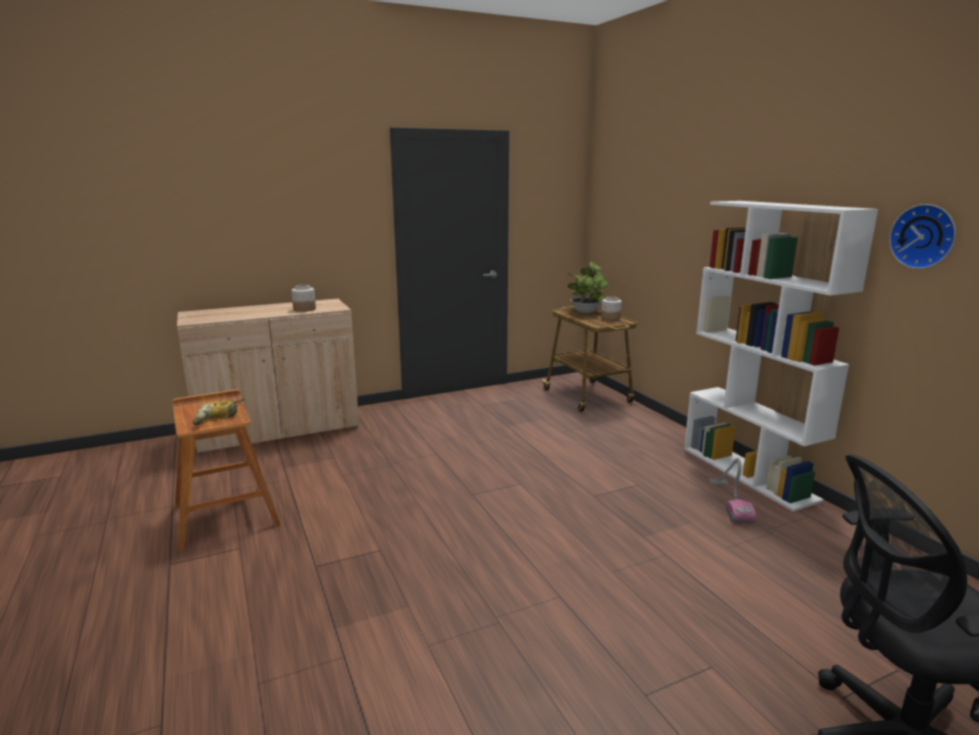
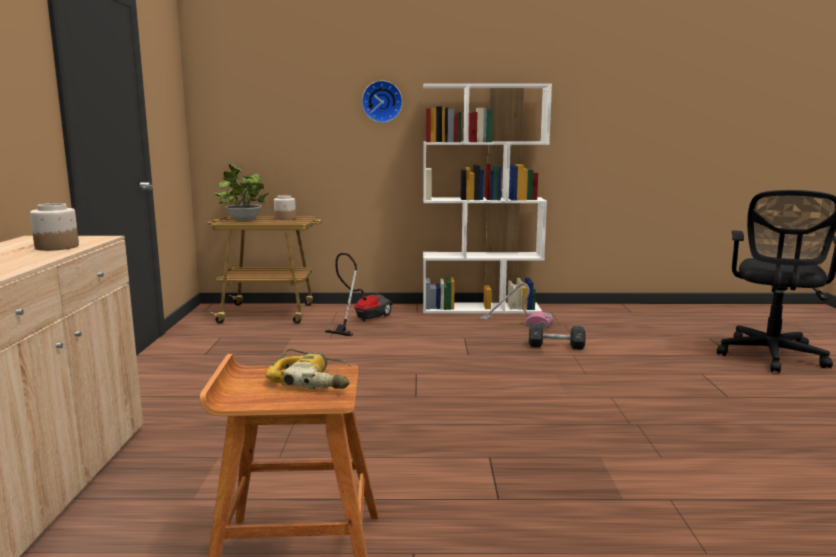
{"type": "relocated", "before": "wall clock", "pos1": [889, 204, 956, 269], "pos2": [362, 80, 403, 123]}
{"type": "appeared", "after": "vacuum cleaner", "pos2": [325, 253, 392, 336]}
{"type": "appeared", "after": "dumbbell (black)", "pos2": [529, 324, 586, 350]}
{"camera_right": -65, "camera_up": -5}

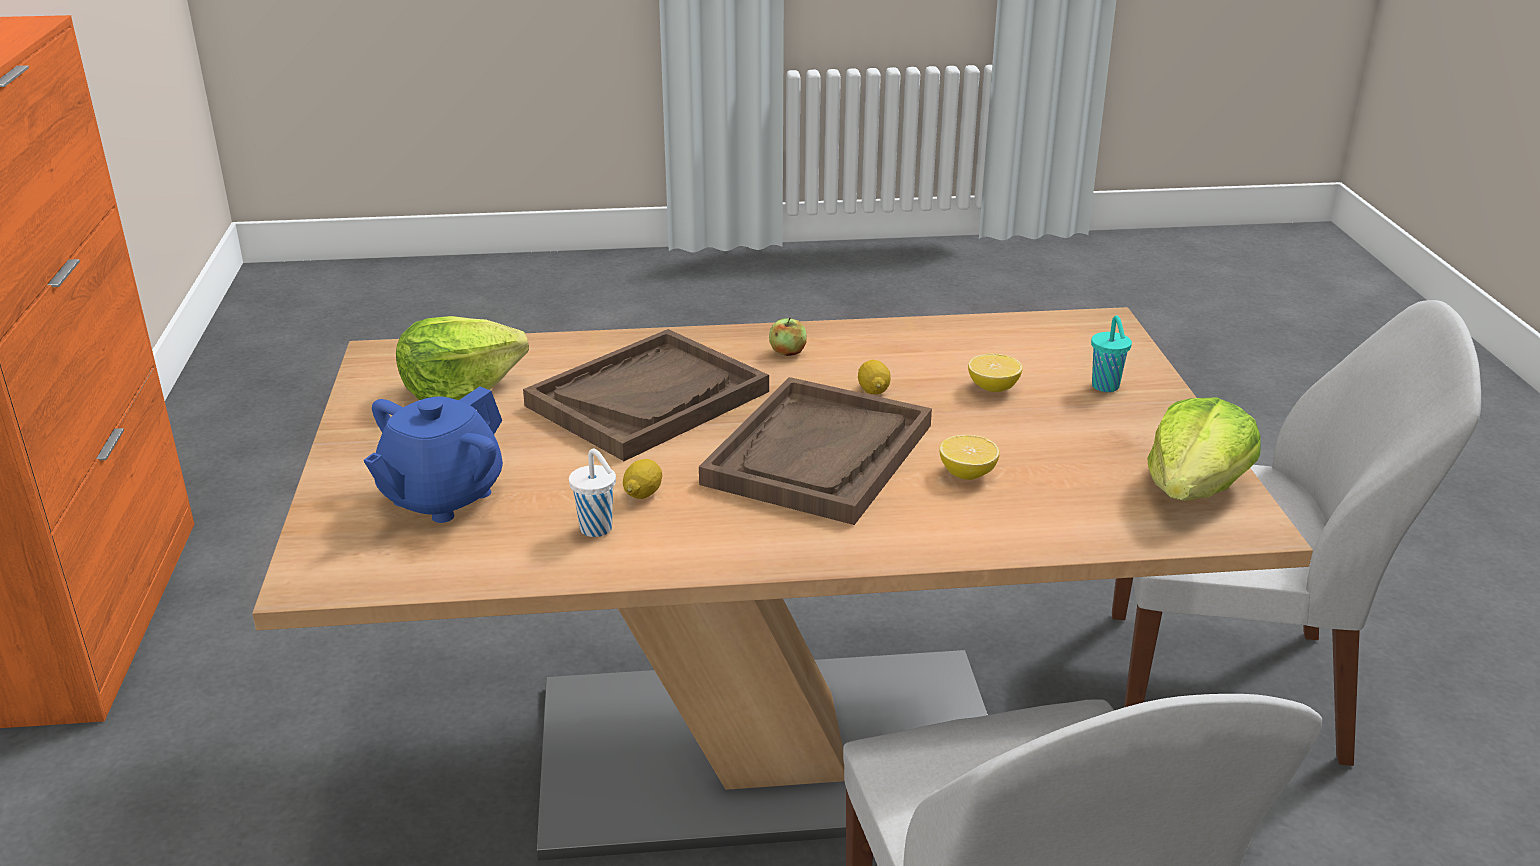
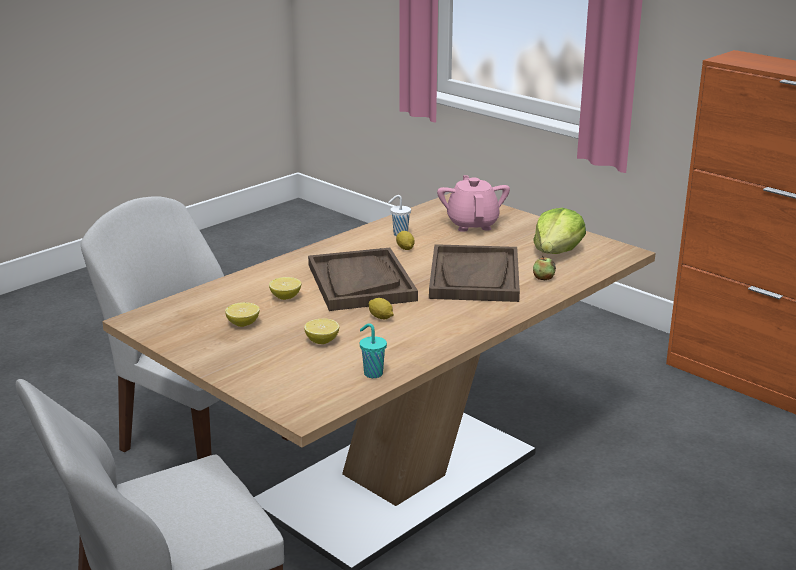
{"type": "relocated", "before": "cup (turquoise)", "pos1": [1091, 315, 1132, 392], "pos2": [360, 323, 387, 378]}
{"type": "relocated", "before": "apple", "pos1": [769, 317, 807, 356], "pos2": [533, 256, 556, 280]}
{"type": "colour", "before": "teapot (blue)", "after": "teapot (pink)", "pos1": [364, 386, 503, 523], "pos2": [437, 175, 510, 232]}
{"type": "missing", "before": "lettuce", "pos1": [1147, 398, 1260, 501]}
{"type": "appeared", "after": "lemon", "pos2": [225, 302, 260, 327]}
{"camera_right": 140, "camera_up": -5}

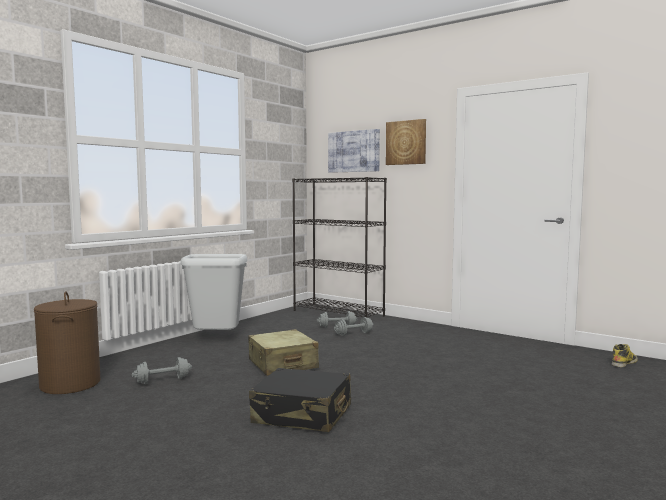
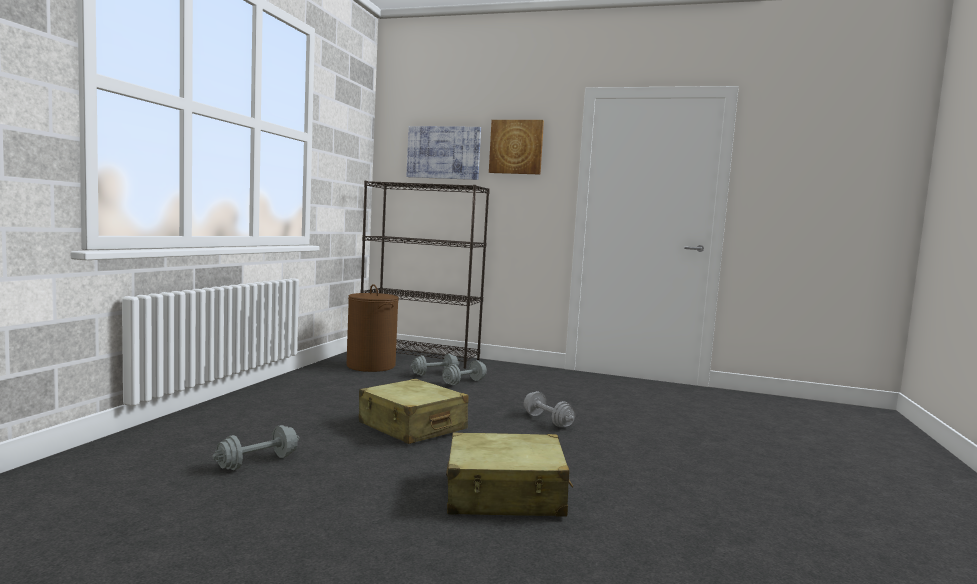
{"type": "missing", "before": "trash can (grey)", "pos1": [180, 254, 247, 330]}
{"type": "relocated", "before": "laundry basket (brown)", "pos1": [34, 291, 101, 394], "pos2": [347, 284, 399, 372]}
{"type": "missing", "before": "boot", "pos1": [612, 344, 638, 367]}
{"type": "colour", "before": "suitcase (black)", "after": "suitcase (beige)", "pos1": [249, 368, 351, 432], "pos2": [446, 432, 573, 516]}
{"type": "appeared", "after": "dumbbell (grey)", "pos2": [524, 391, 575, 427]}
{"camera_right": -20, "camera_up": 0}

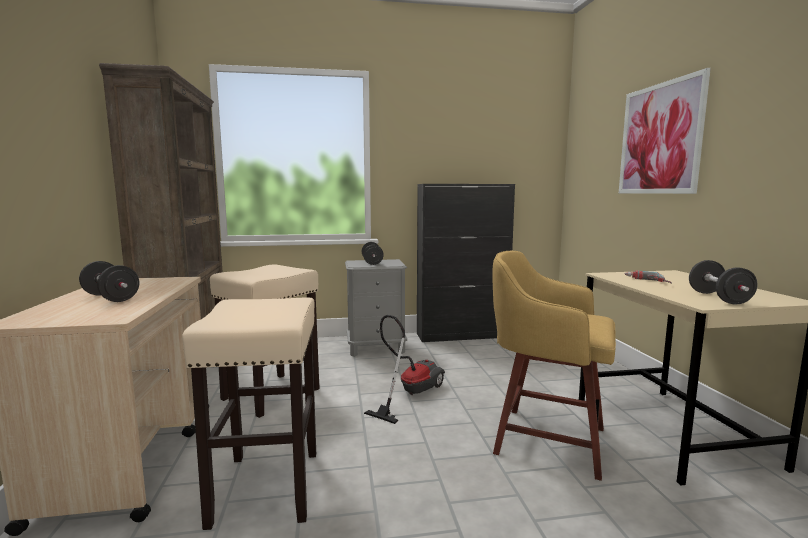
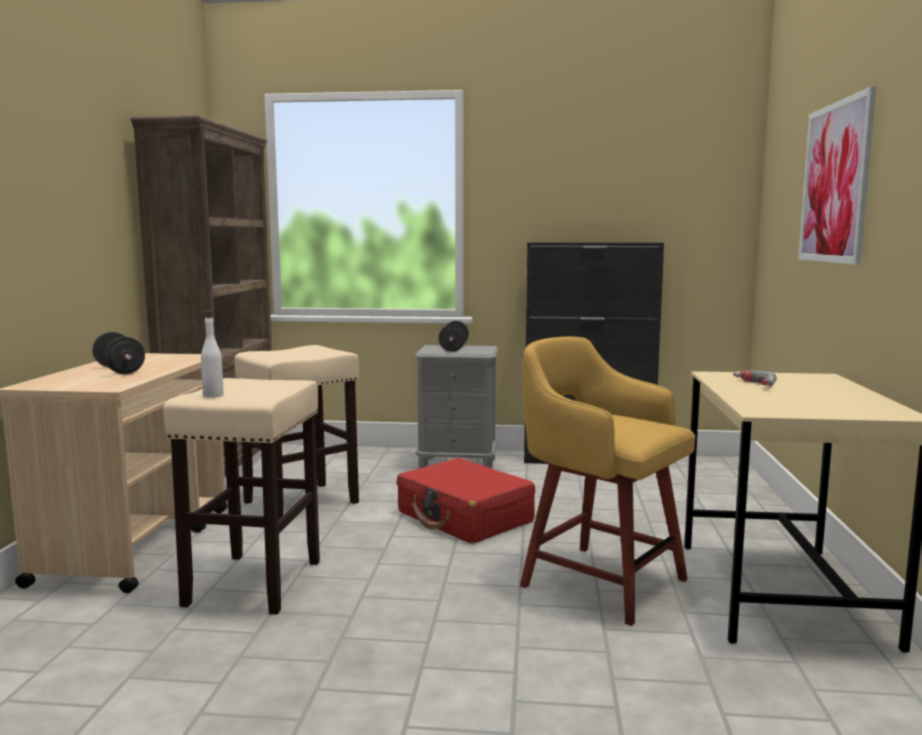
{"type": "missing", "before": "dumbbell (black)", "pos1": [689, 260, 758, 305]}
{"type": "exchanged", "before": "vacuum cleaner", "after": "suitcase (red)", "pos1": [364, 315, 445, 424], "pos2": [397, 458, 535, 544]}
{"type": "appeared", "after": "bottle (white)", "pos2": [201, 310, 224, 398]}
{"camera_right": 15, "camera_up": 0}

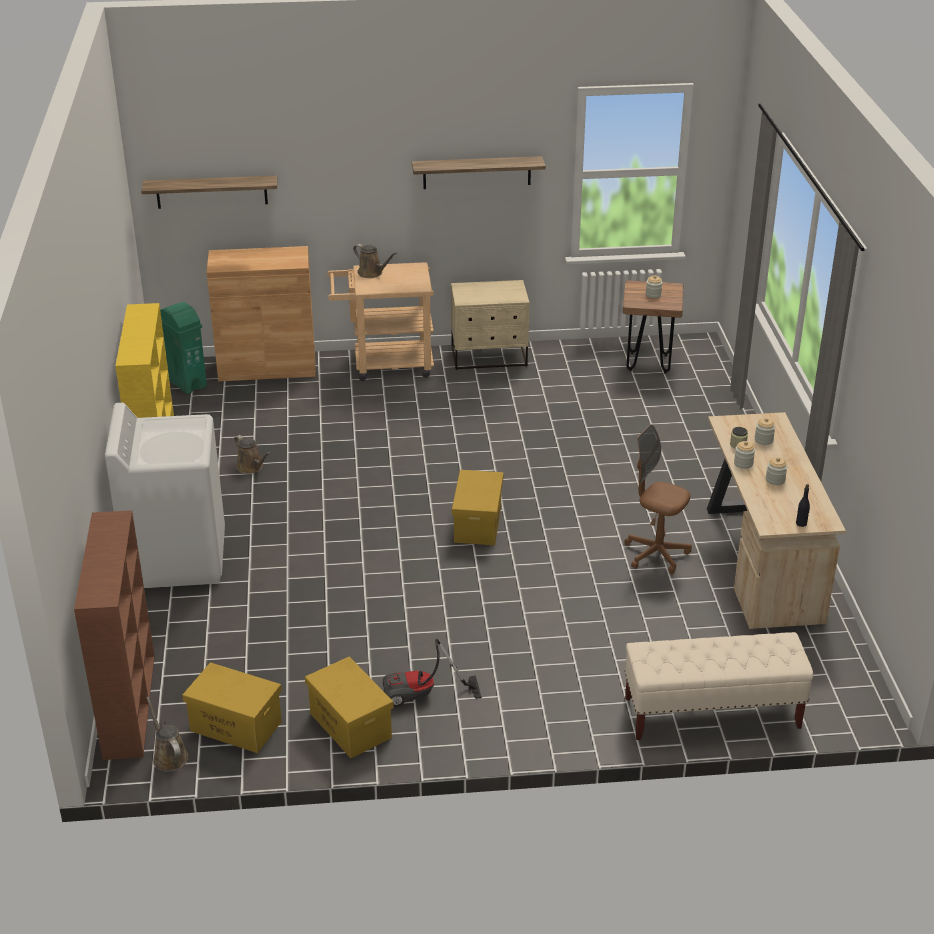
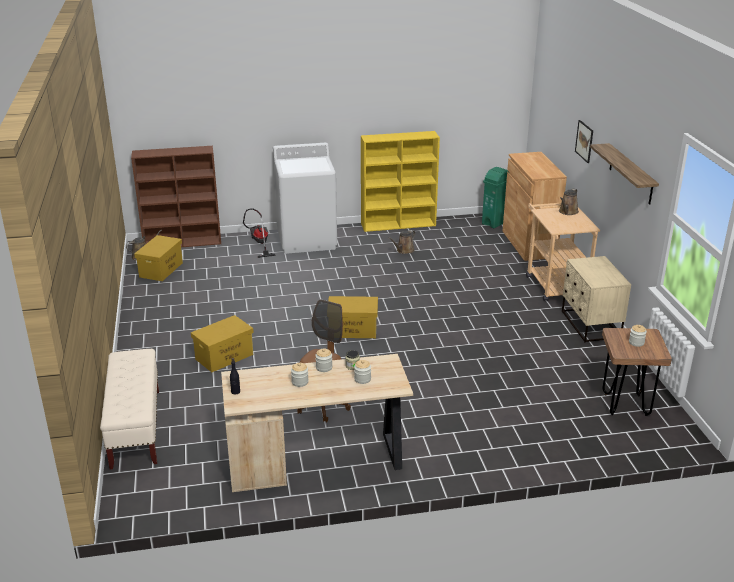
{"type": "missing", "before": "shelf", "pos1": [141, 175, 277, 209]}
{"type": "relocated", "before": "vacuum cleaner", "pos1": [383, 638, 482, 707], "pos2": [243, 209, 276, 258]}
{"type": "relocated", "before": "storage box (yellow)", "pos1": [305, 657, 393, 758], "pos2": [191, 315, 254, 372]}
{"type": "appeared", "after": "picture", "pos2": [575, 120, 593, 163]}
{"camera_right": 85, "camera_up": -5}

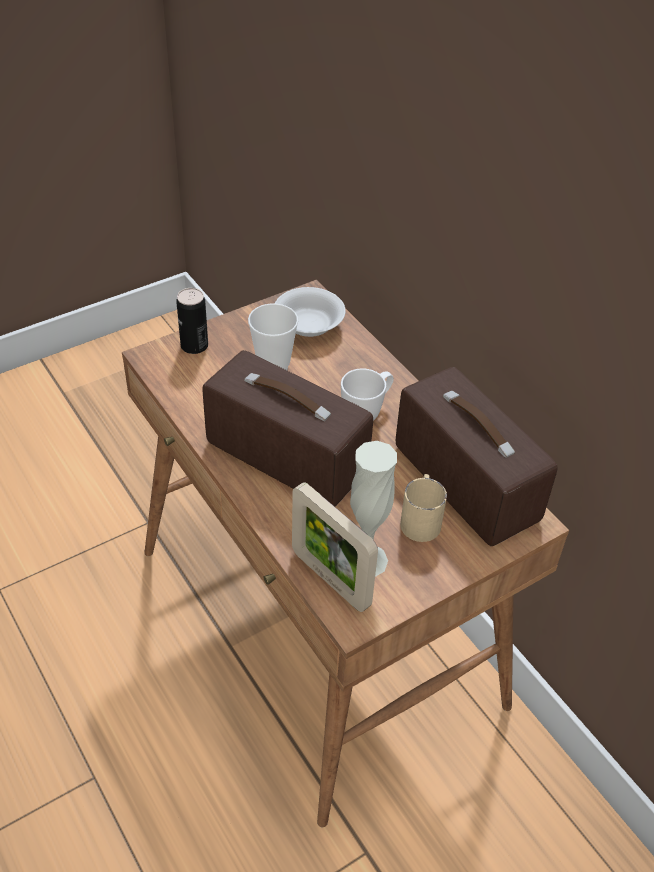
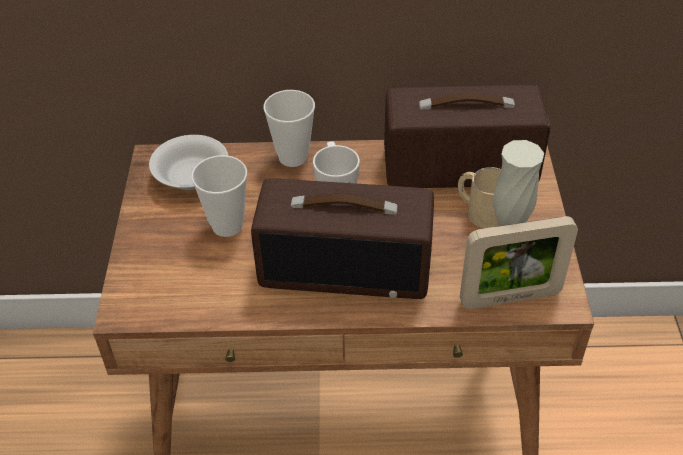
{"type": "missing", "before": "can", "pos1": [176, 288, 208, 354]}
{"type": "spun", "before": "radio", "pos1": [202, 350, 373, 507], "pos2": [251, 178, 434, 299], "turn": -150}
{"type": "appeared", "after": "cup", "pos2": [264, 90, 315, 167]}
{"camera_right": -55, "camera_up": 0}

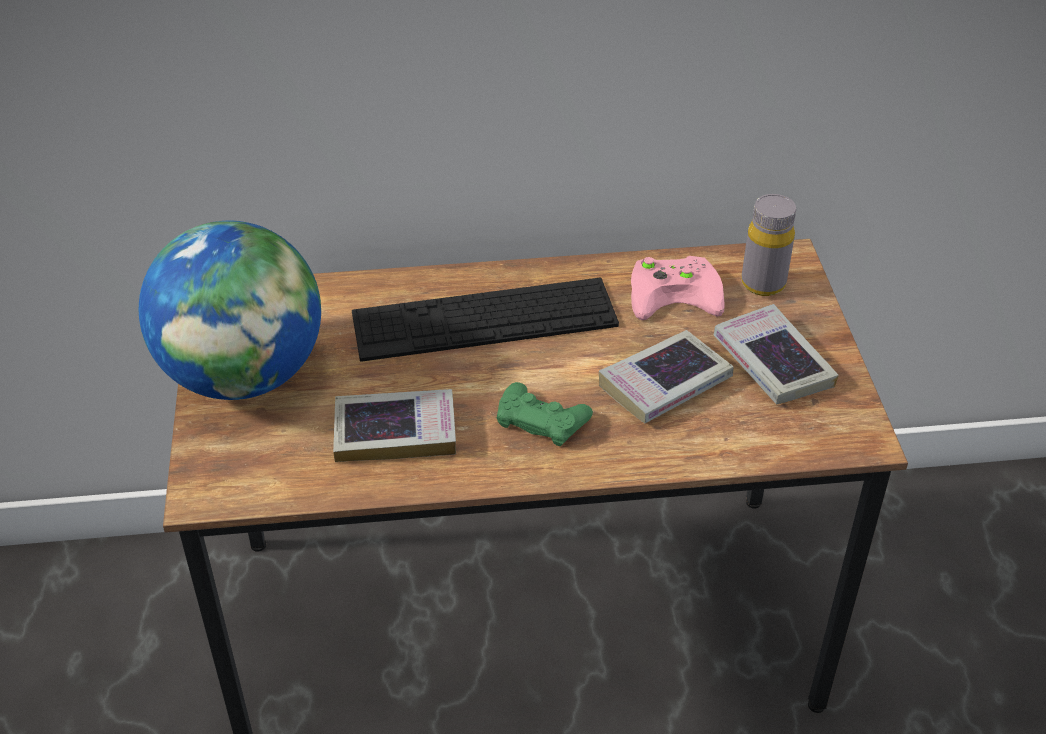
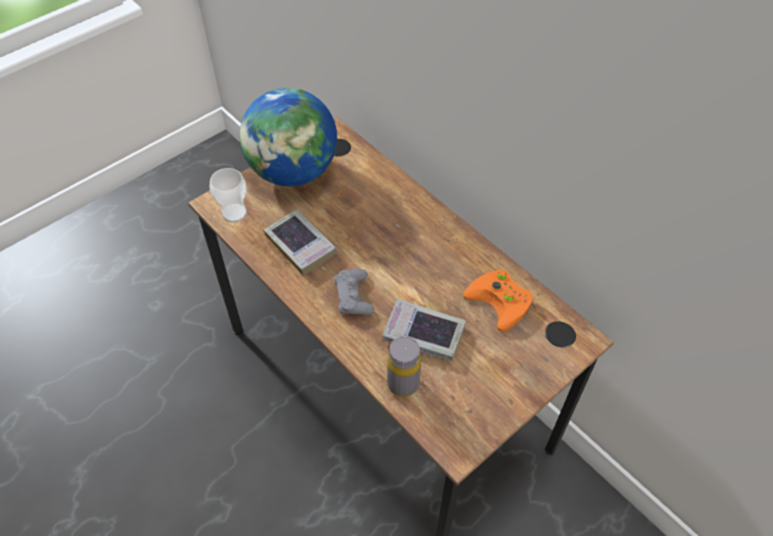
{"type": "relocated", "before": "bottle (grey)", "pos1": [741, 194, 796, 296], "pos2": [387, 336, 421, 397]}
{"type": "colour", "before": "game controller (pink)", "after": "game controller (orange)", "pos1": [631, 256, 724, 320], "pos2": [463, 269, 533, 332]}
{"type": "missing", "before": "keyboard", "pos1": [352, 277, 619, 362]}
{"type": "missing", "before": "book", "pos1": [713, 304, 838, 404]}
{"type": "colour", "before": "game controller (green)", "after": "game controller (grey)", "pos1": [496, 382, 593, 446], "pos2": [334, 269, 374, 315]}
{"type": "appeared", "after": "cup", "pos2": [210, 168, 247, 222]}
{"camera_right": 55, "camera_up": 10}

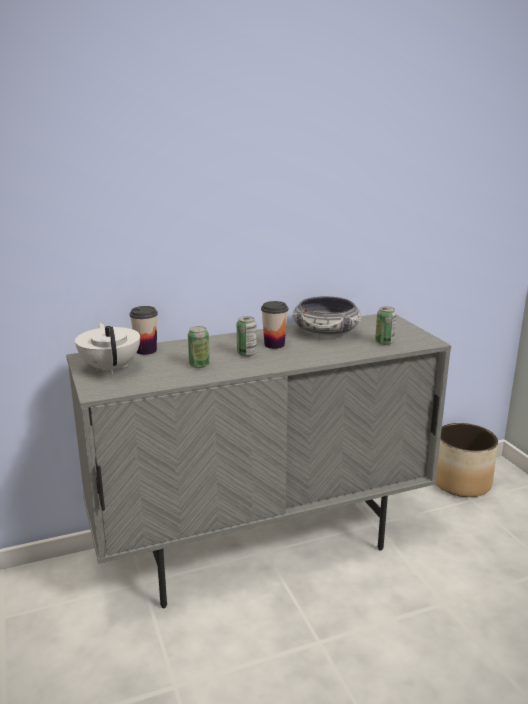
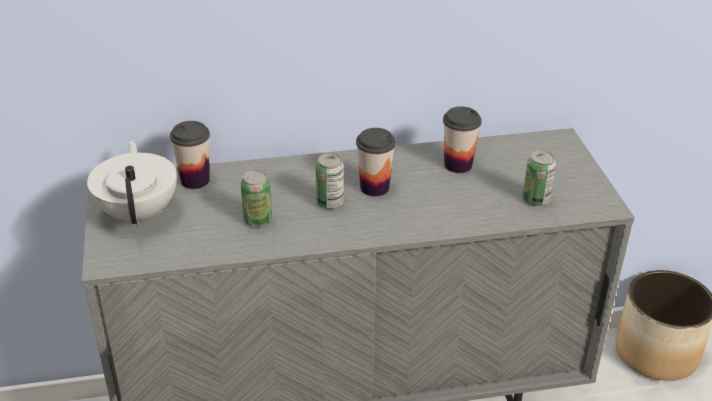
{"type": "exchanged", "before": "bowl", "after": "cup", "pos1": [292, 296, 361, 336], "pos2": [443, 107, 482, 173]}
{"camera_right": 10, "camera_up": 15}

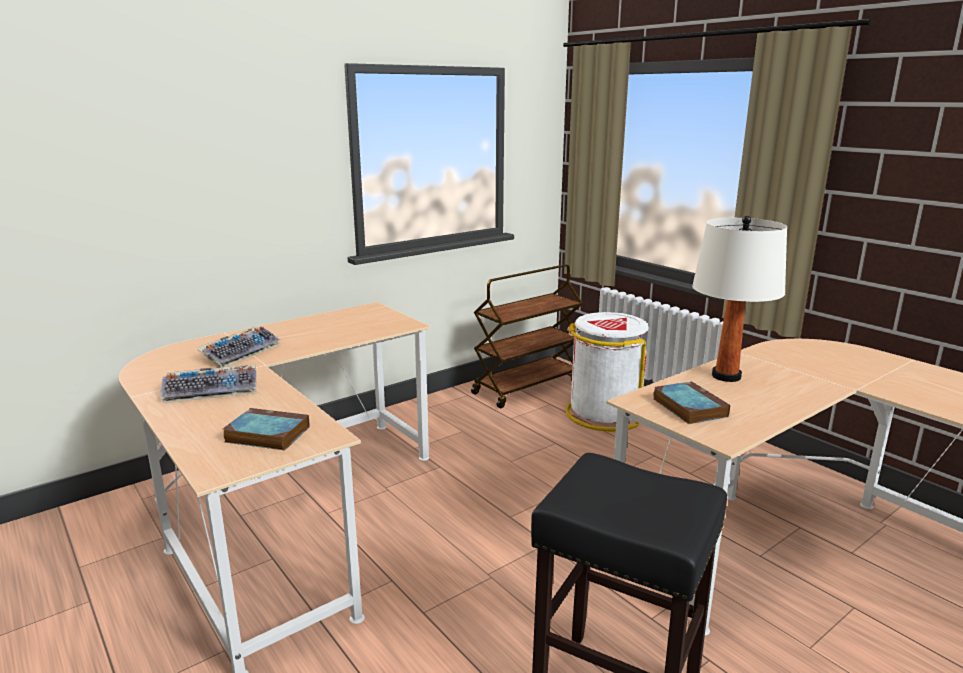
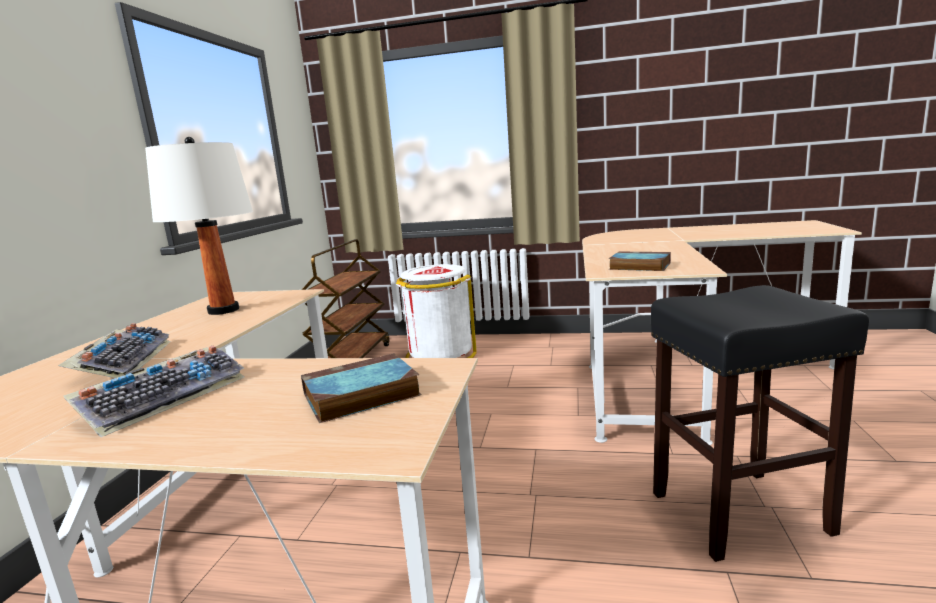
{"type": "relocated", "before": "table lamp (white)", "pos1": [692, 216, 787, 382], "pos2": [145, 137, 253, 315]}
{"camera_right": -40, "camera_up": -5}

